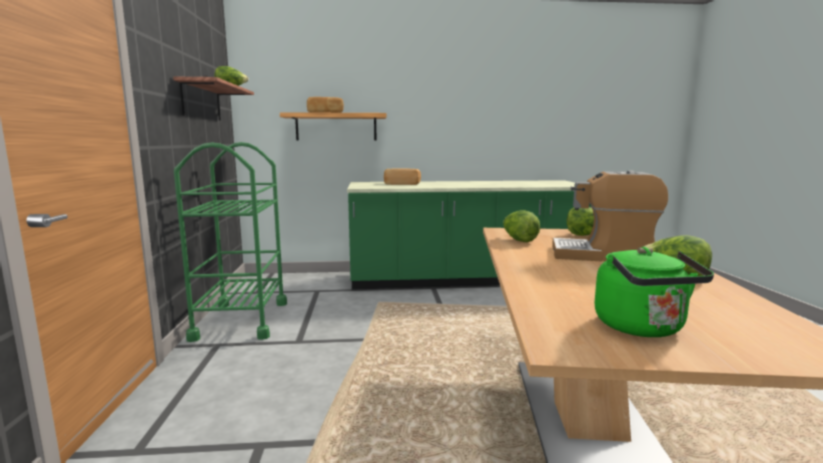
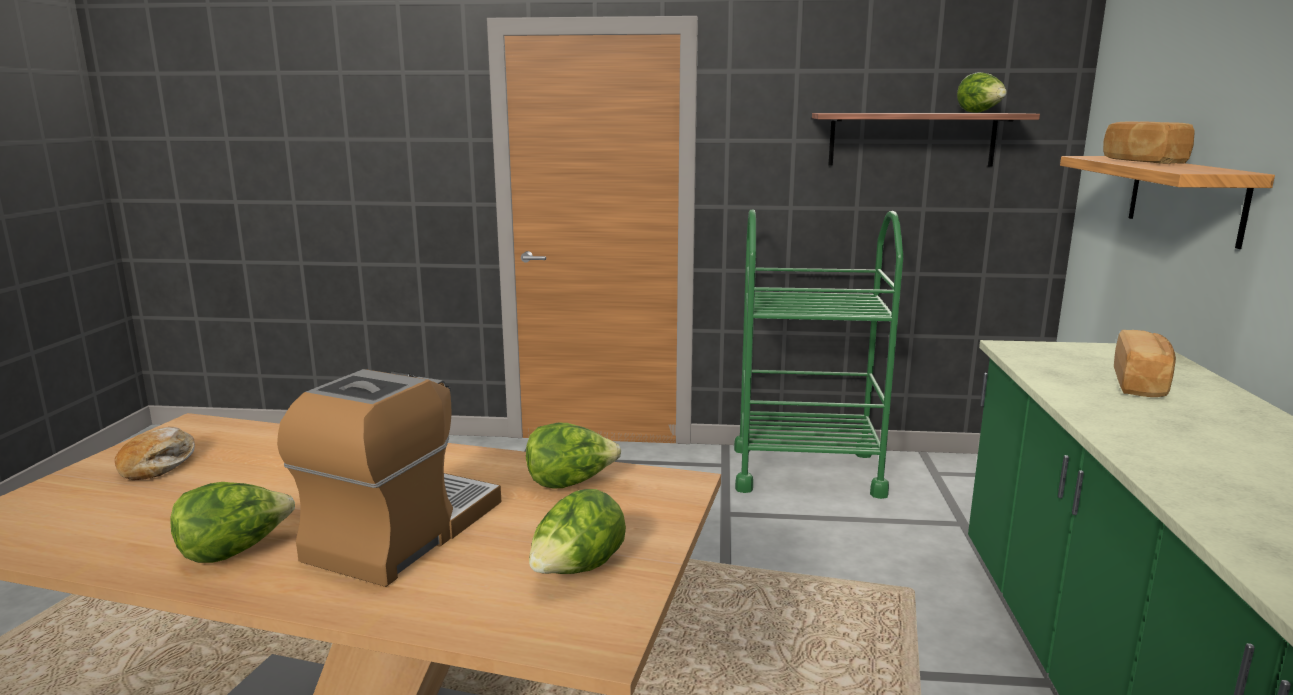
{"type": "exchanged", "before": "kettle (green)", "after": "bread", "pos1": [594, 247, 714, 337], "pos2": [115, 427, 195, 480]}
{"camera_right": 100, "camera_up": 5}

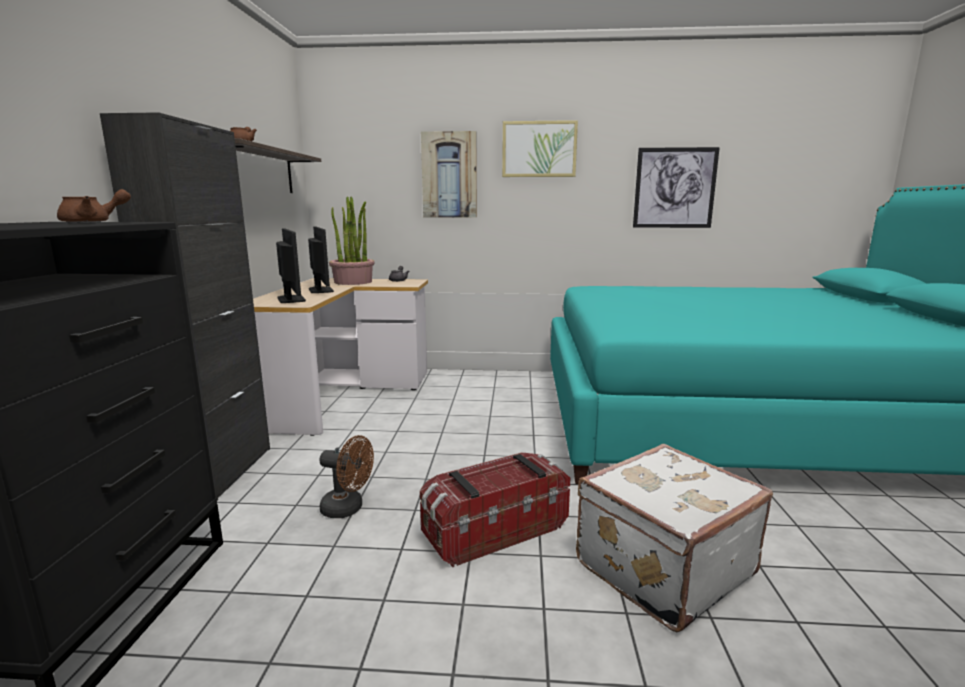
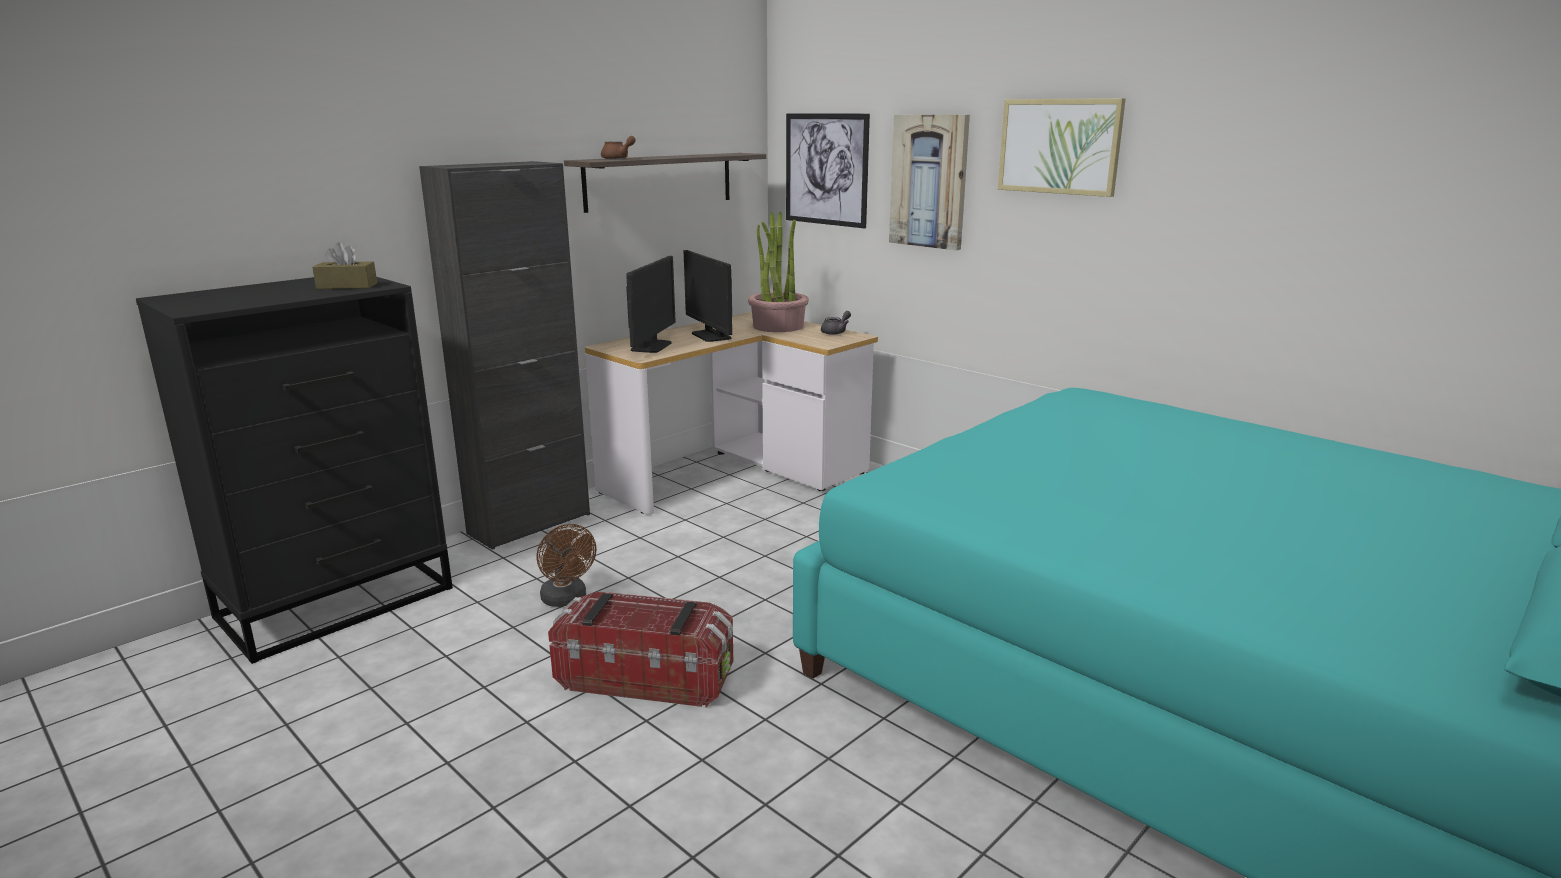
{"type": "relocated", "before": "picture", "pos1": [633, 147, 720, 228], "pos2": [786, 113, 870, 228]}
{"type": "exchanged", "before": "teapot (brown)", "after": "tissue box (brown)", "pos1": [57, 189, 131, 223], "pos2": [312, 242, 377, 289]}
{"type": "spun", "before": "monitor", "pos1": [308, 227, 334, 293], "pos2": [684, 250, 732, 342], "turn": 135}
{"type": "missing", "before": "suitcase (white)", "pos1": [576, 444, 773, 632]}
{"camera_right": 40, "camera_up": 5}

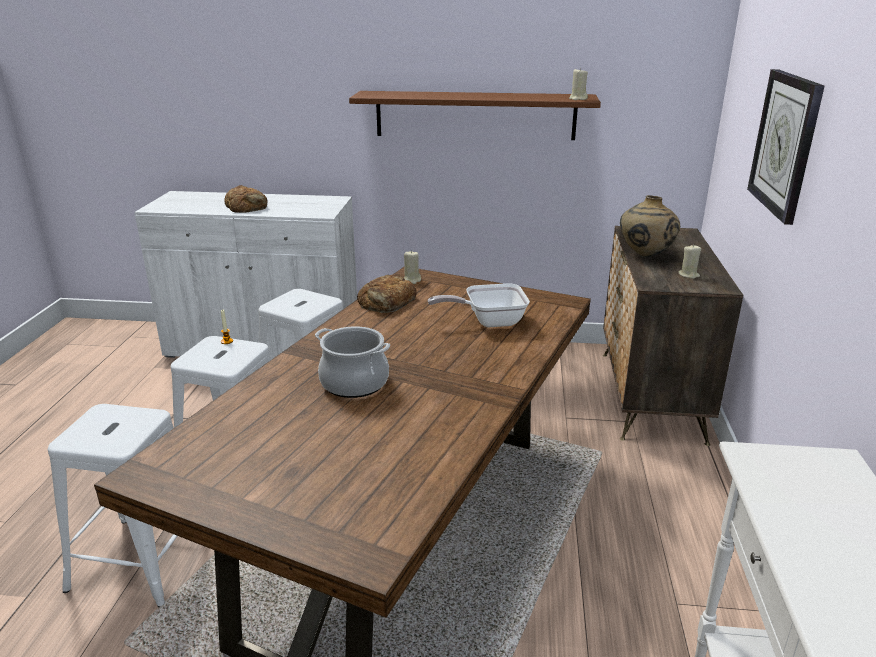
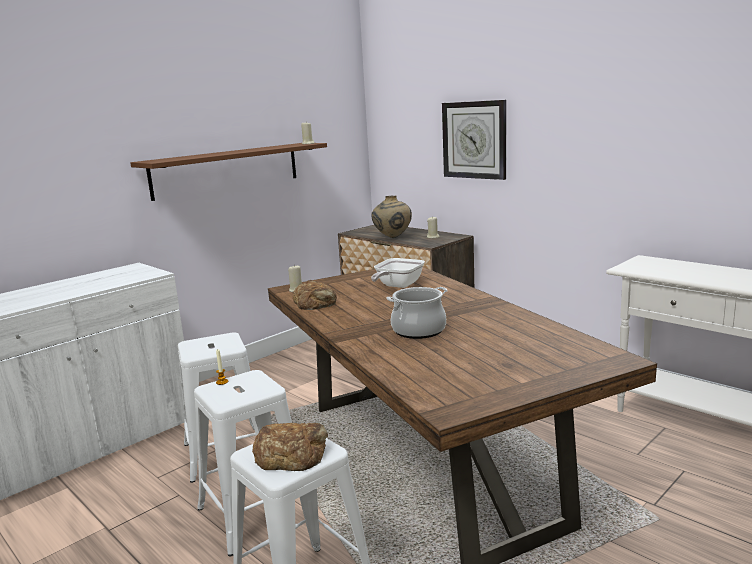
{"type": "relocated", "before": "bread", "pos1": [224, 185, 268, 213], "pos2": [252, 423, 328, 471]}
{"camera_right": -50, "camera_up": -10}

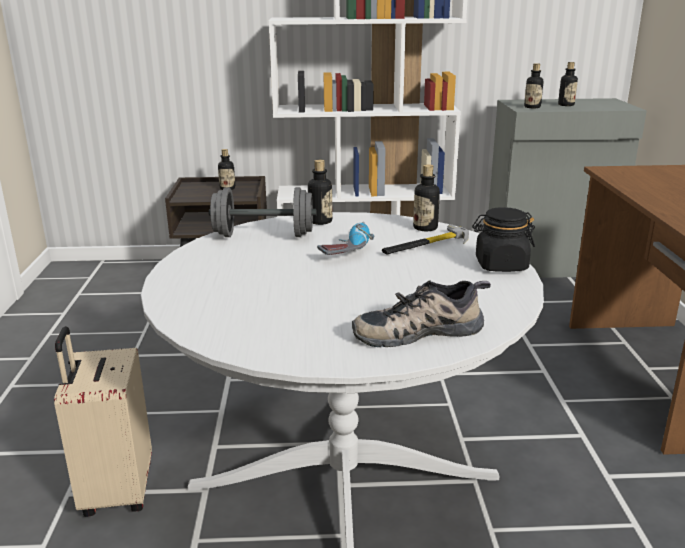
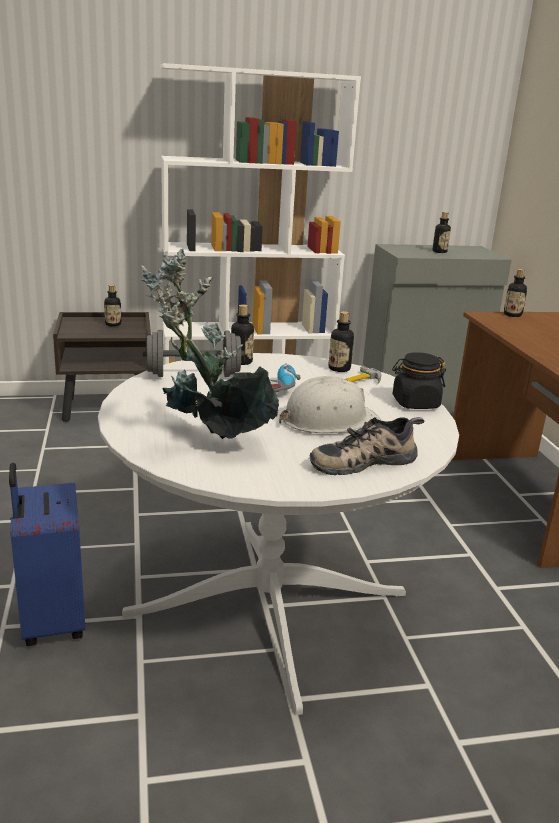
{"type": "relocated", "before": "bottle", "pos1": [524, 63, 543, 108], "pos2": [504, 269, 527, 317]}
{"type": "colour", "before": "suitcase (beige)", "after": "suitcase (blue)", "pos1": [54, 326, 152, 517], "pos2": [9, 463, 86, 646]}
{"type": "appeared", "after": "potted plant", "pos2": [142, 249, 279, 439]}
{"type": "appeared", "after": "hard hat (white)", "pos2": [279, 376, 381, 433]}
{"camera_right": -10, "camera_up": 0}

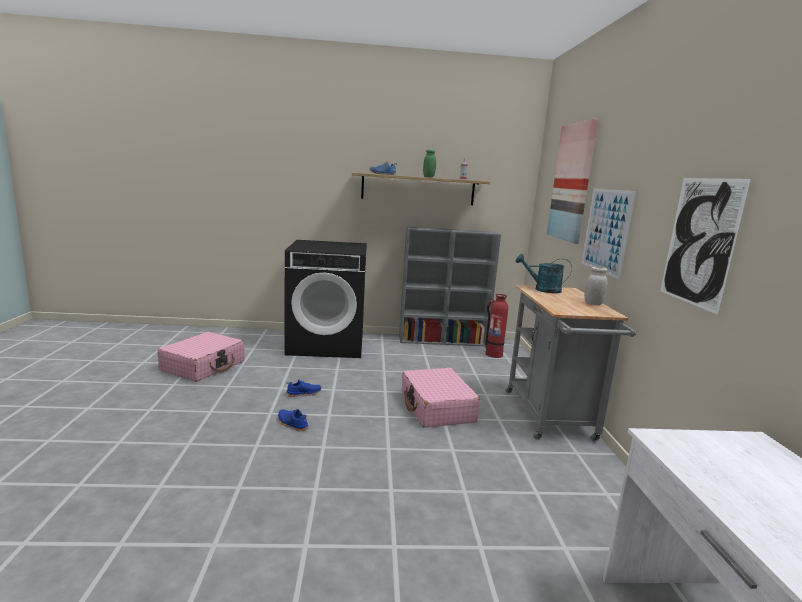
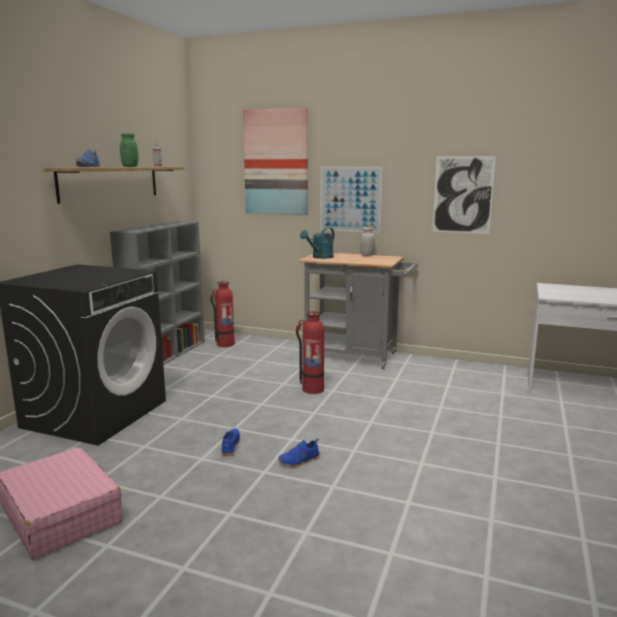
{"type": "exchanged", "before": "suitcase (pink)", "after": "fire extinguisher", "pos1": [402, 368, 480, 428], "pos2": [296, 311, 324, 394]}
{"camera_right": -65, "camera_up": 0}

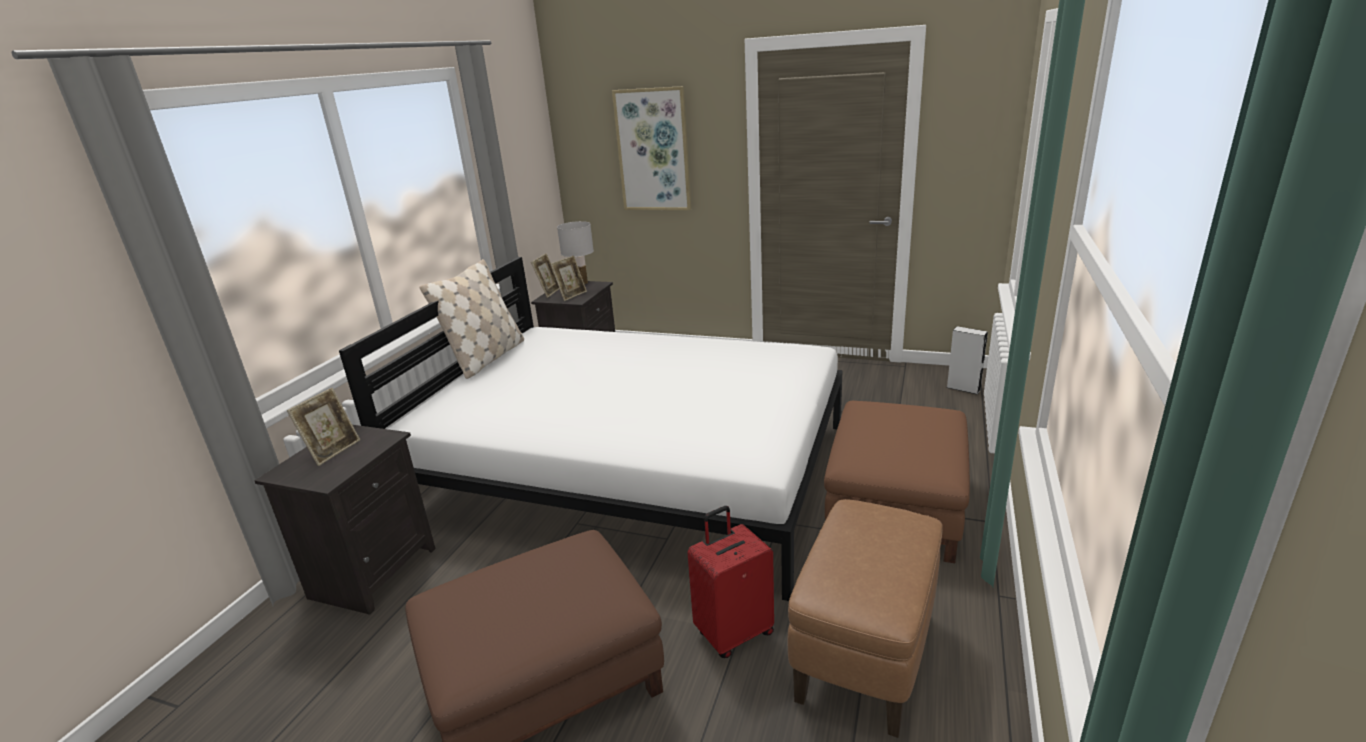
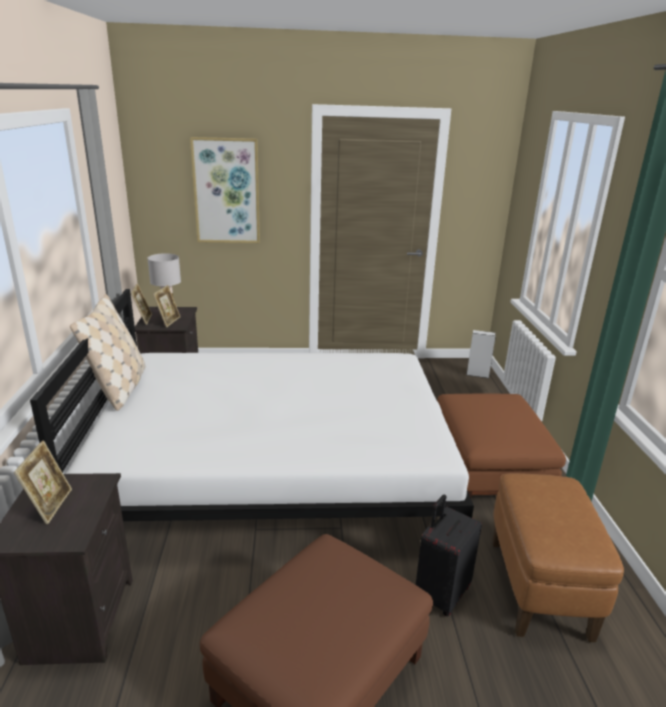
{"type": "colour", "before": "suitcase (red)", "after": "suitcase (black)", "pos1": [687, 506, 774, 658], "pos2": [416, 494, 482, 617]}
{"camera_right": -25, "camera_up": 0}

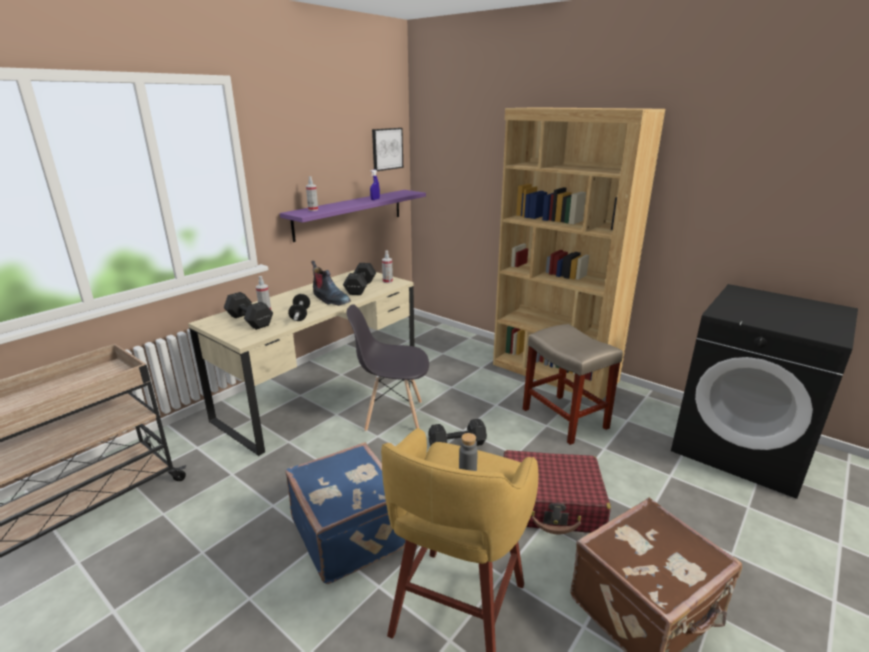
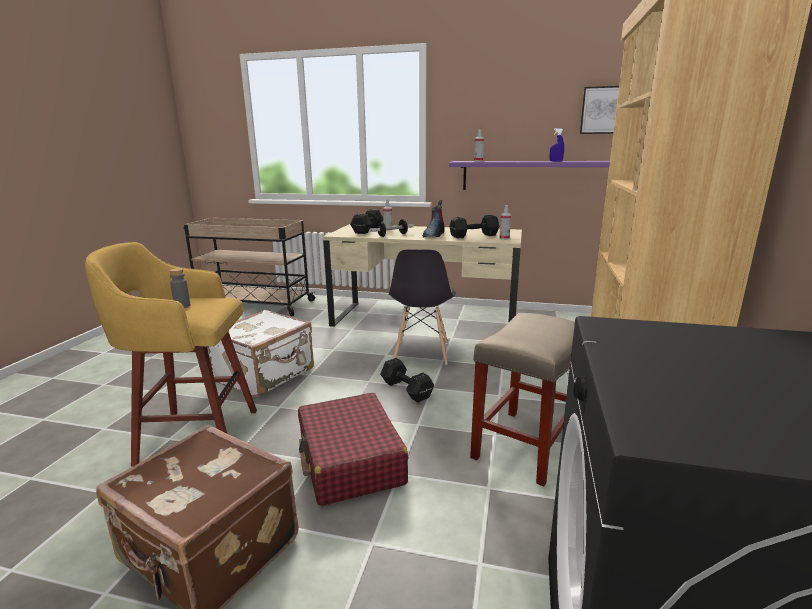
{"type": "spun", "before": "chair (grey)", "pos1": [347, 304, 429, 432], "pos2": [389, 249, 456, 365], "turn": -150}
{"type": "colour", "before": "suitcase (blue)", "after": "suitcase (white)", "pos1": [285, 443, 406, 584], "pos2": [208, 310, 314, 398]}
{"camera_right": 65, "camera_up": -5}

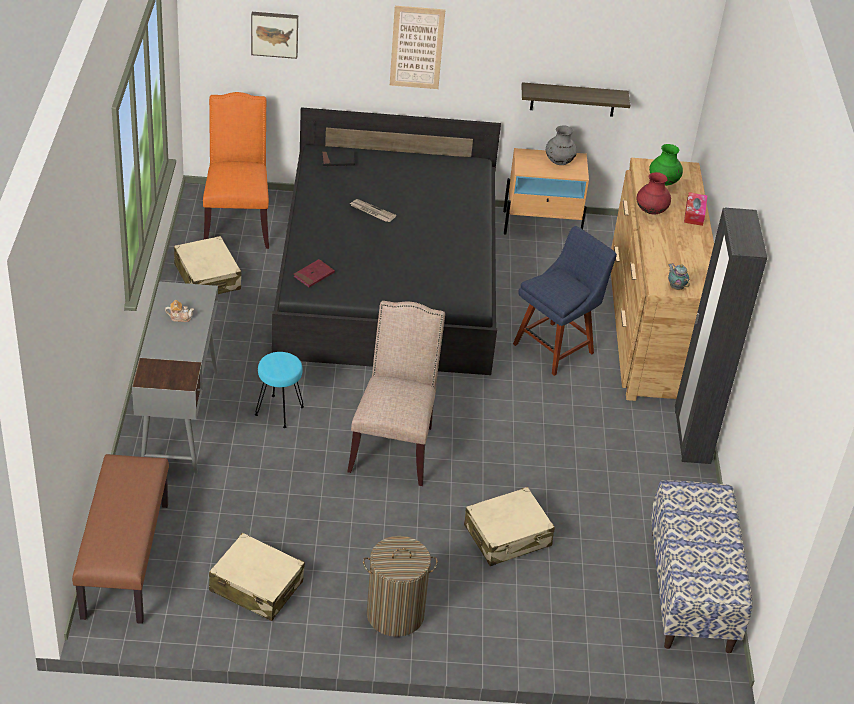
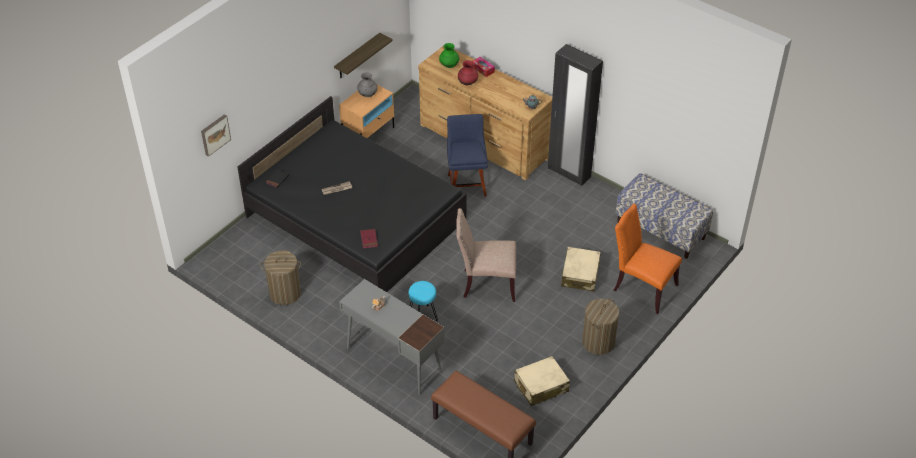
{"type": "missing", "before": "picture", "pos1": [390, 6, 445, 89]}
{"type": "relocated", "before": "chair (orange)", "pos1": [203, 92, 269, 249], "pos2": [614, 204, 682, 314]}
{"type": "exchanged", "before": "suitcase (beige)", "after": "laundry basket", "pos1": [174, 236, 241, 294], "pos2": [260, 250, 301, 305]}
{"type": "spun", "before": "chair (beige)", "pos1": [347, 301, 445, 486], "pos2": [457, 208, 516, 302], "turn": -45}
{"camera_right": -50, "camera_up": 5}

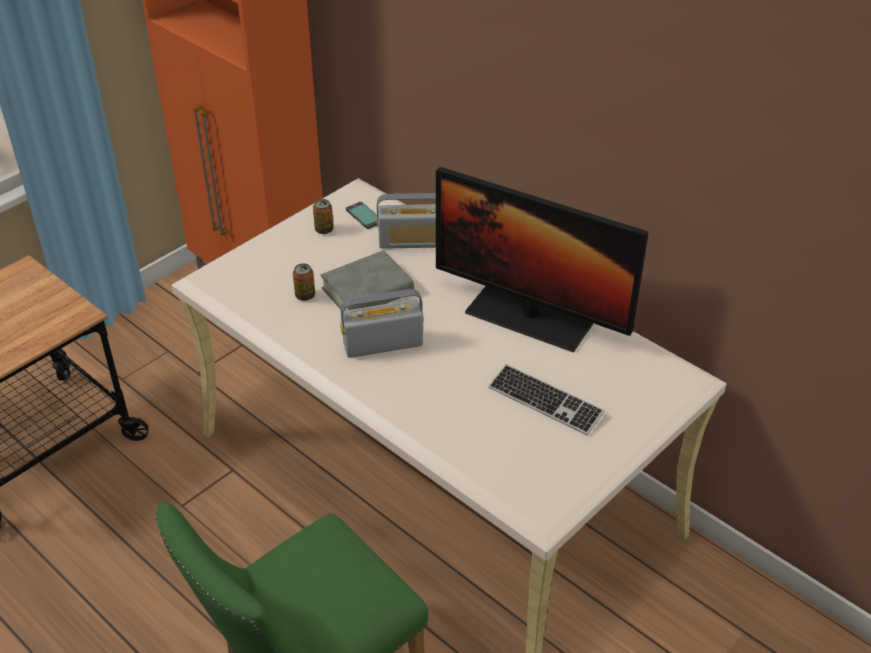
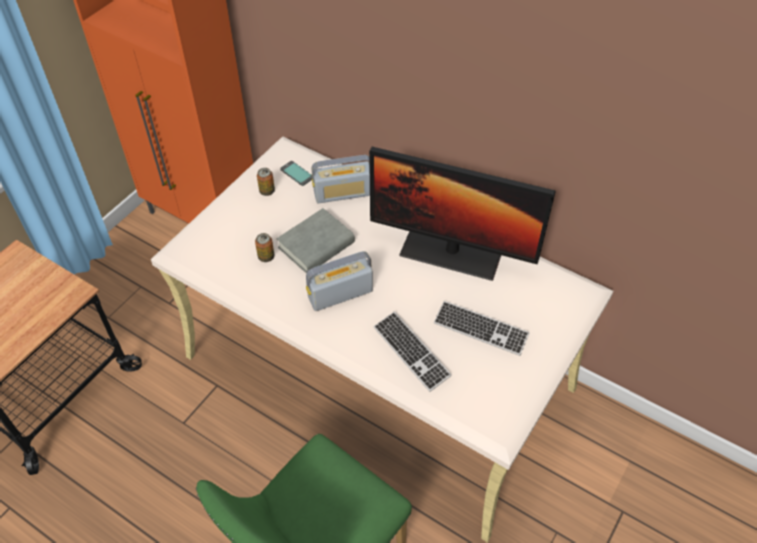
{"type": "appeared", "after": "keyboard", "pos2": [373, 311, 452, 392]}
{"camera_right": -10, "camera_up": 10}

